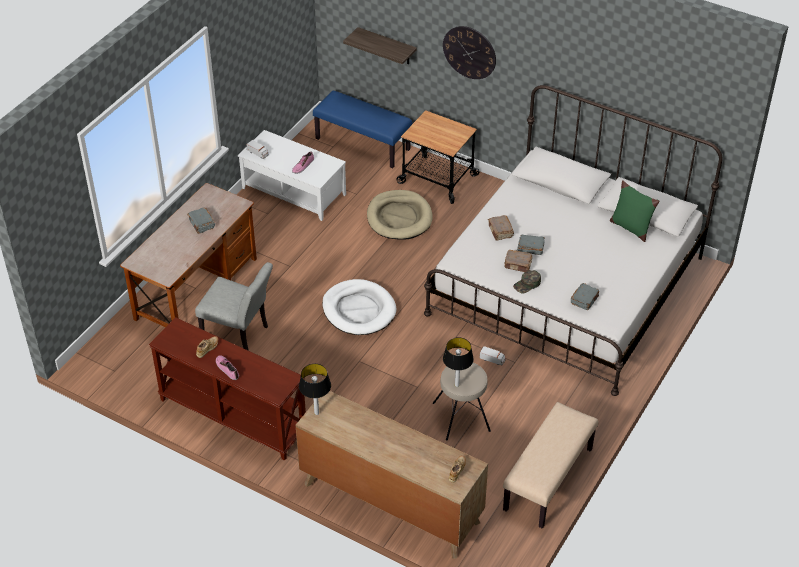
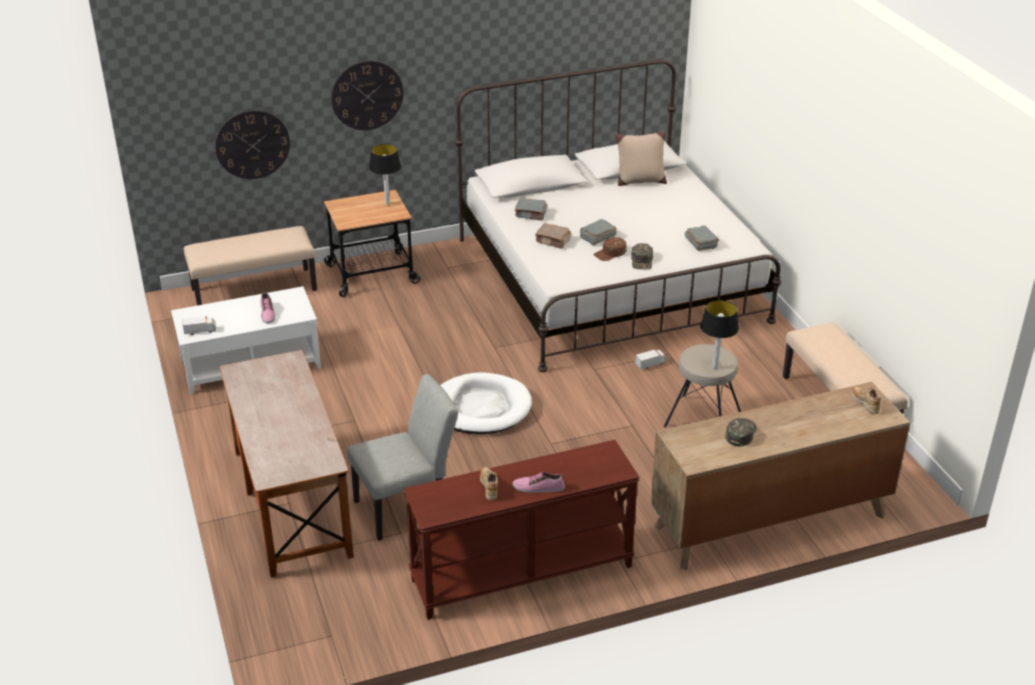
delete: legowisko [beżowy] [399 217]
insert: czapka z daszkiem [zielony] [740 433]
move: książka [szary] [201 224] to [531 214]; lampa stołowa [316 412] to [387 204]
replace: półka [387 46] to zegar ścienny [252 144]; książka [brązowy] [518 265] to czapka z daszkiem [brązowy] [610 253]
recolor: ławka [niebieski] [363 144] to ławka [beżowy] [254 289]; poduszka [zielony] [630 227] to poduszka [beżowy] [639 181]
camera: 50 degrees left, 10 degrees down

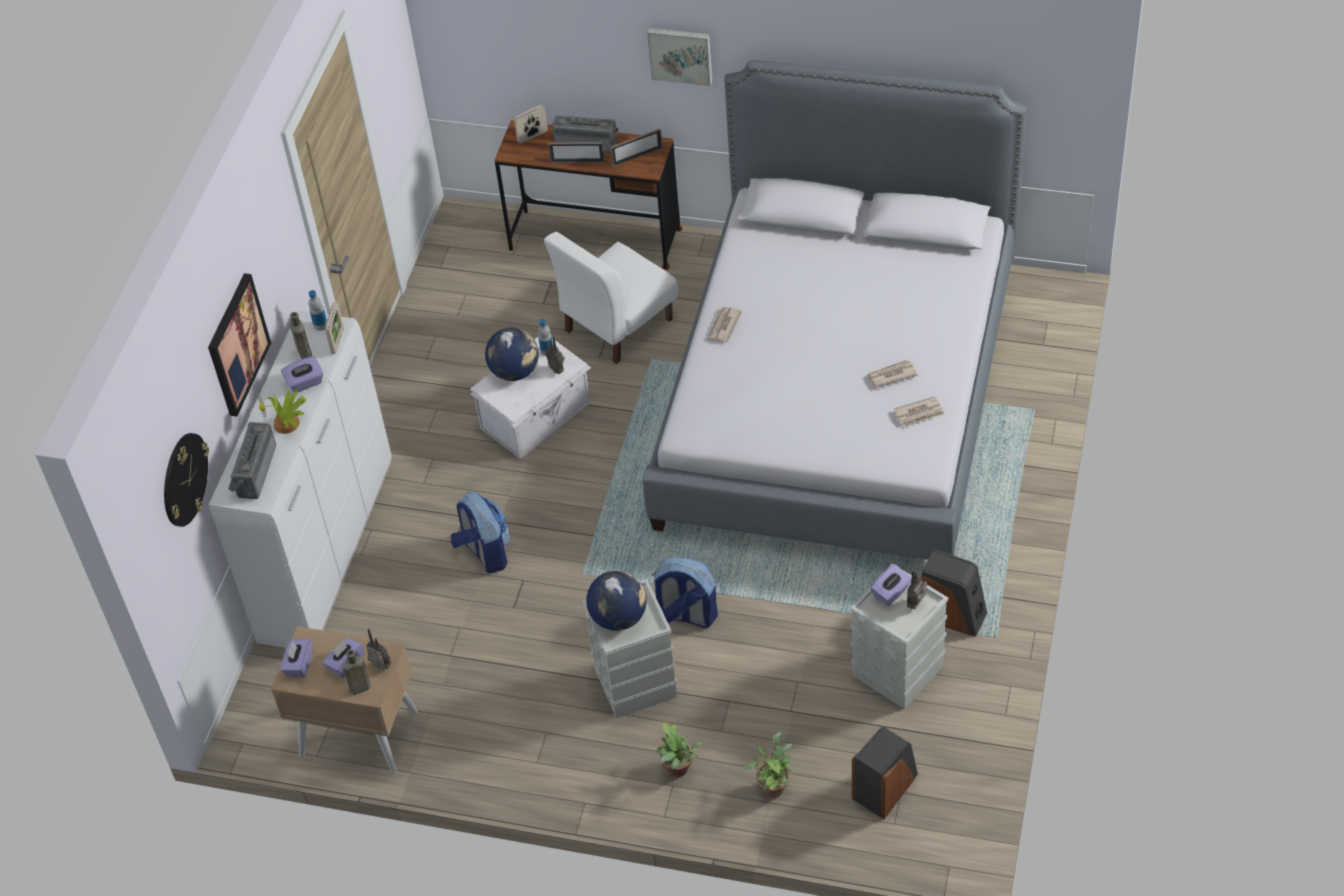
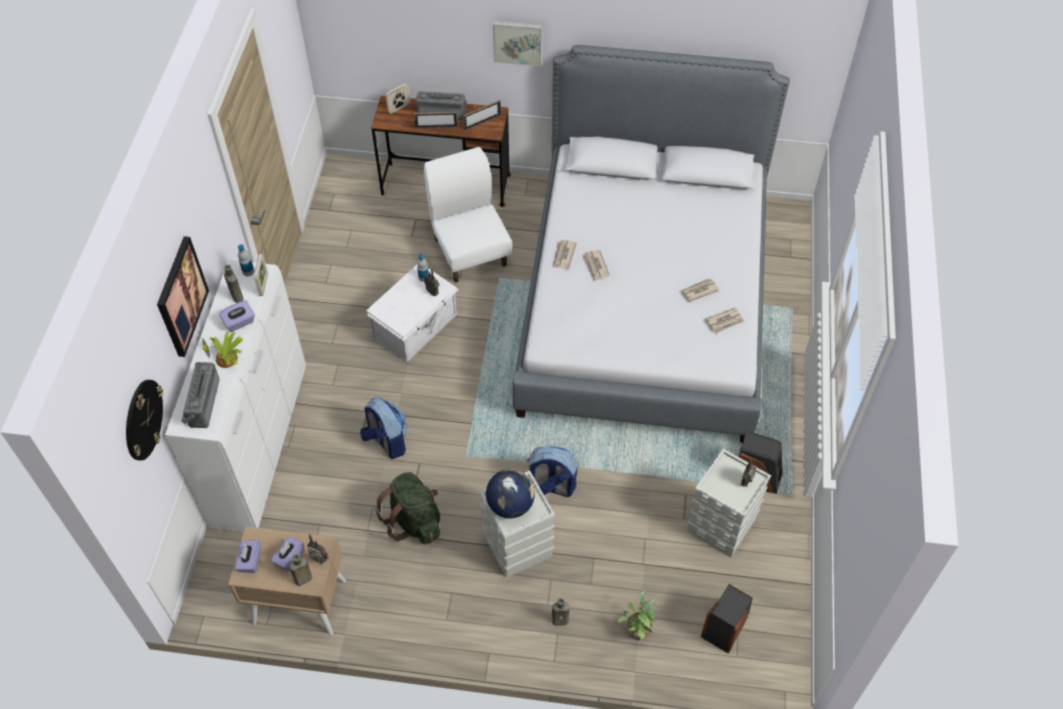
delete: globus [515 372]; pudełko chusteczek [fioletowy] [891 593]
insert: plecak [zielony] [414 520]; gazeta [596 266]
replace: roślina doniczkowa [679 771] to butelka [brązowy] [561 620]
rotate: krzesło [biały] [617 325] = [470 251] 120 degrees clockwise
camera: 10 degrees left, 5 degrees up

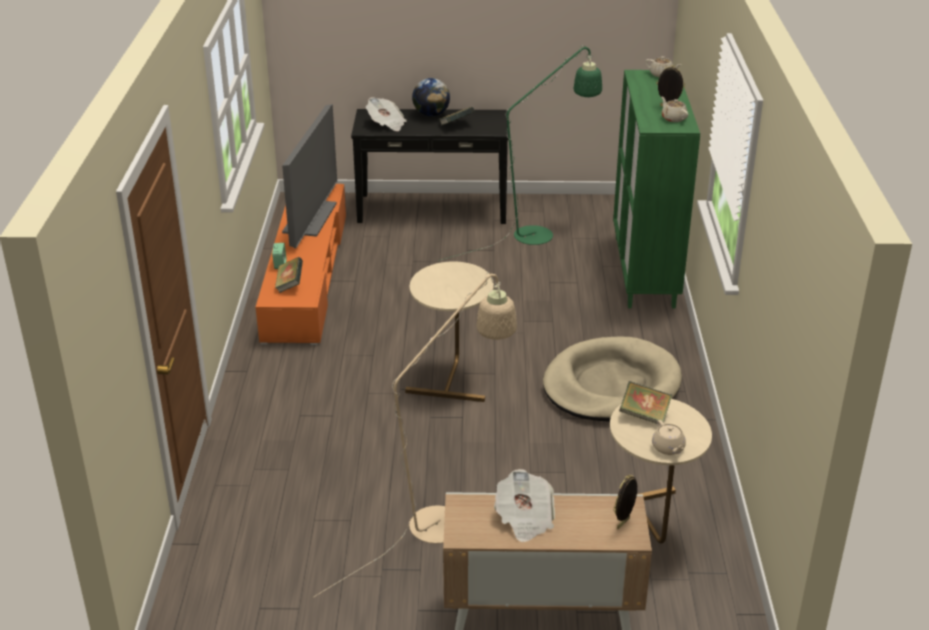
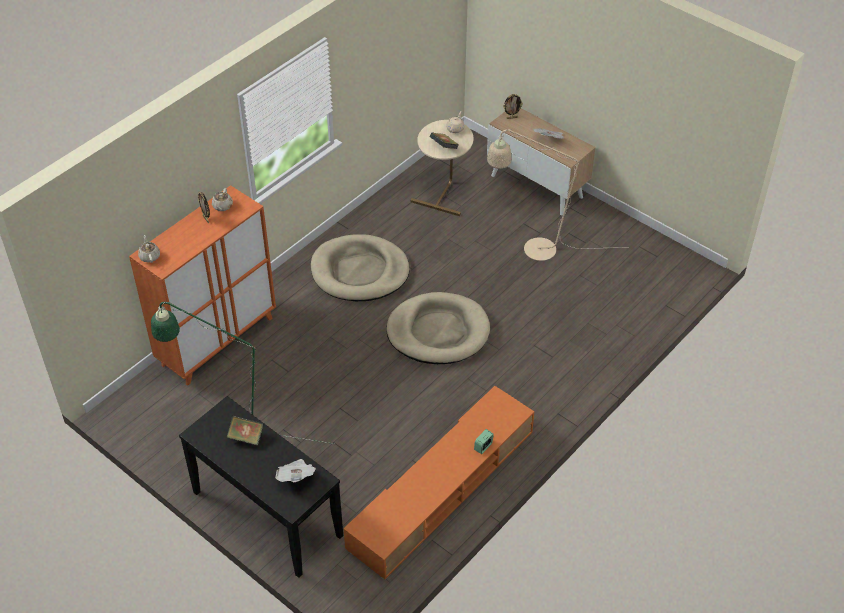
delete: książka [289 284]; telewizor [310 217]; globus [431 114]
replace: stolik [beżowy] [452 376] to legowisko [beżowy] [438 332]
recolor: szafka [zielony] [644 272] to szafka [pomarańczowy] [218 341]
camera: 140 degrees left, 15 degrees up

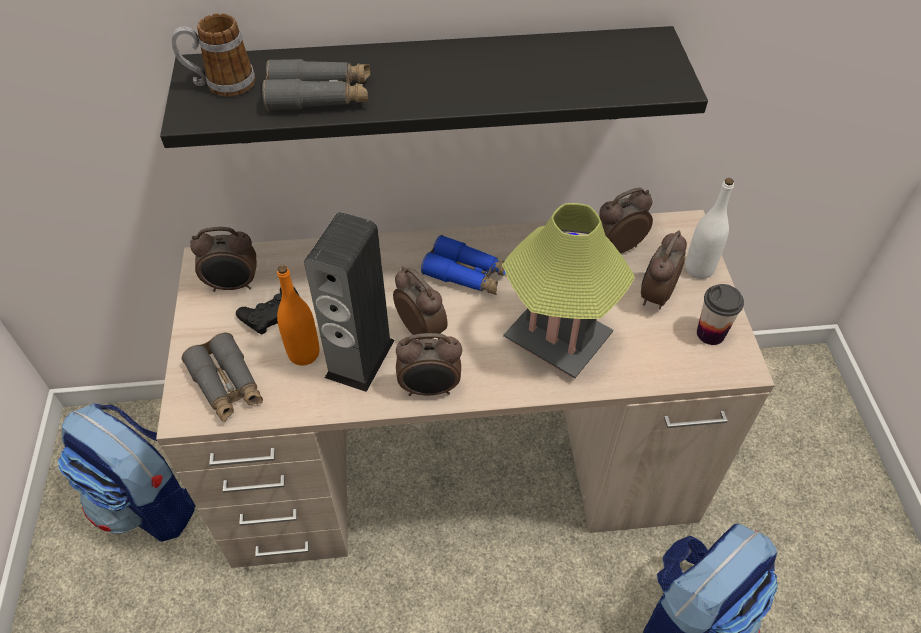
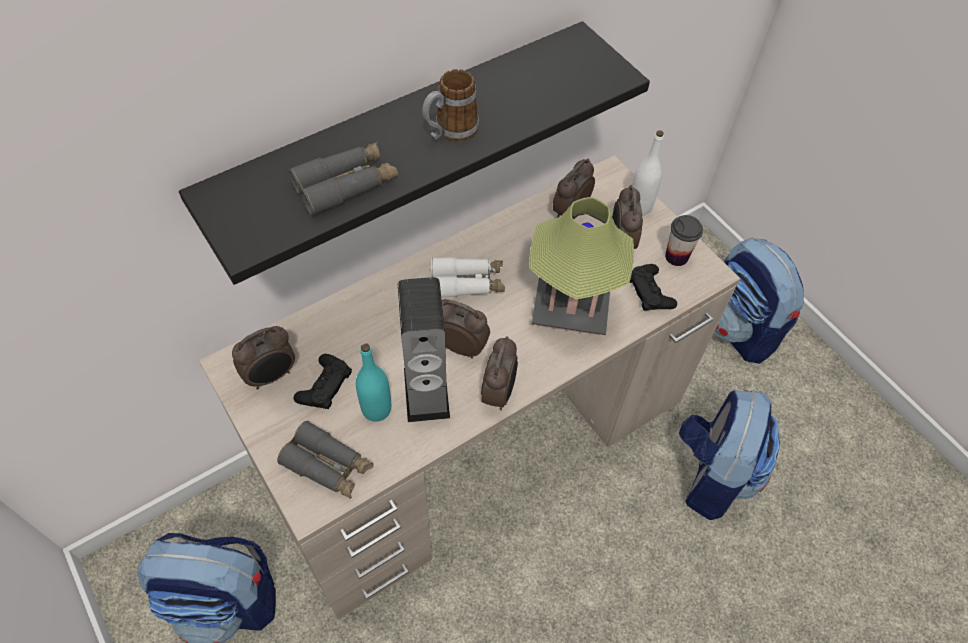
insert: pad do gier [czarny] [650 292]; plecak [740 329]
move: kubek [221 85] to [450 132]
recolor: butelka [pomarańczowy] [304 353] to butelka [turkusowy] [376 409]; lornetka [niebieski] [467 274] to lornetka [biały] [467 283]
rotate: budzik [430 389] = [499 392] 45 degrees counterclockwise
camera: 30 degrees left, 5 degrees up

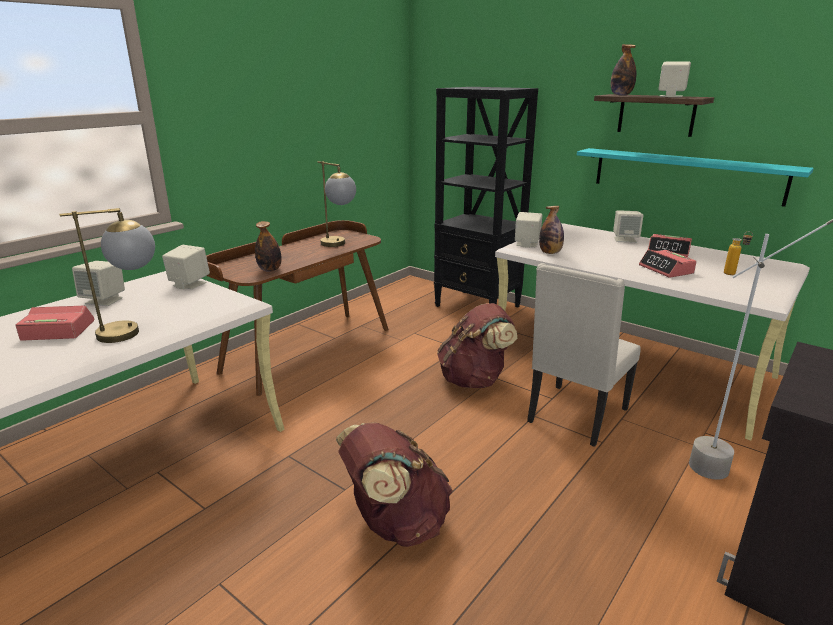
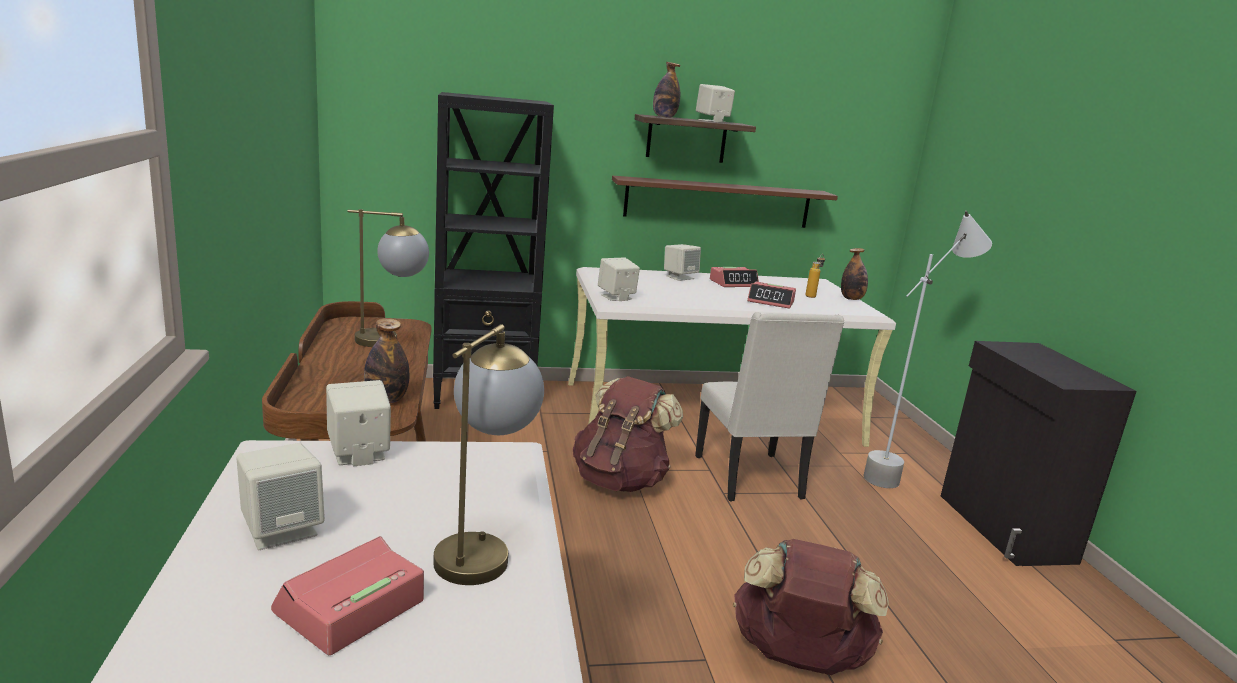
move: butelka [550 253] to [851 299]
recolor: półka [turkusowy] [685 175] to półka [brązowy] [718 202]
camera: 50 degrees left, 5 degrees down

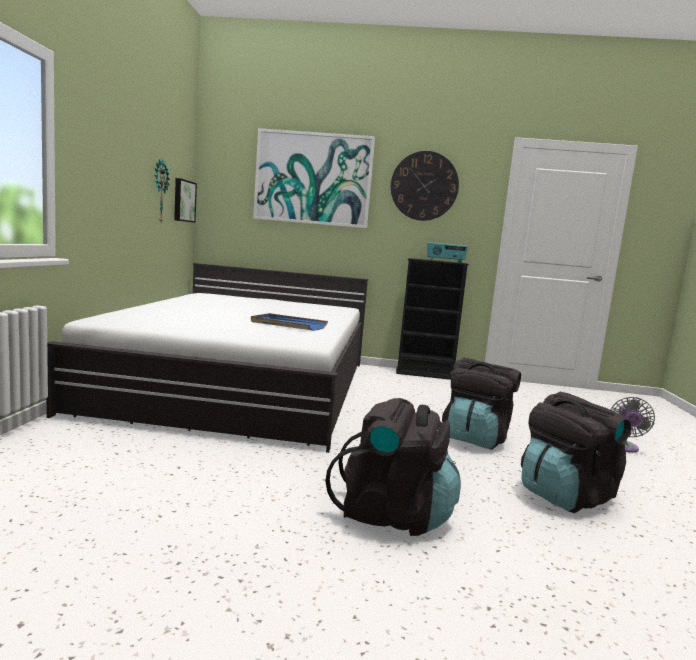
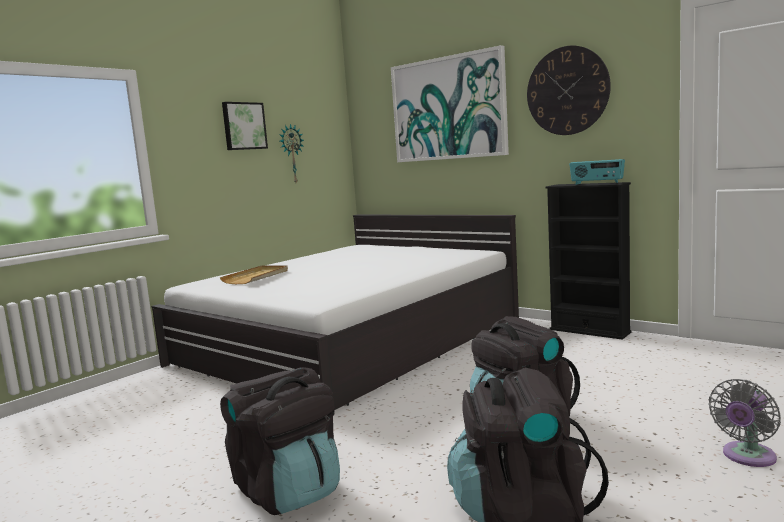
delete: taca [niebieski] [288 324]
insert: taca [beżowy] [256 277]
move: obraz [183 201] to [243 126]
camera: 35 degrees right, 0 degrees up

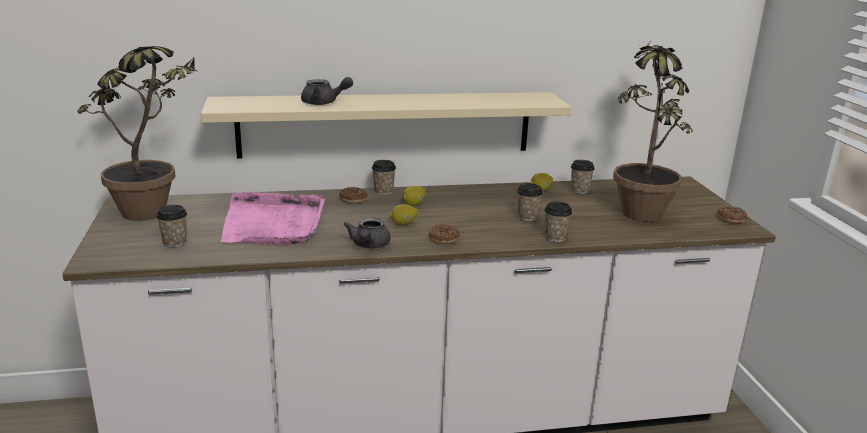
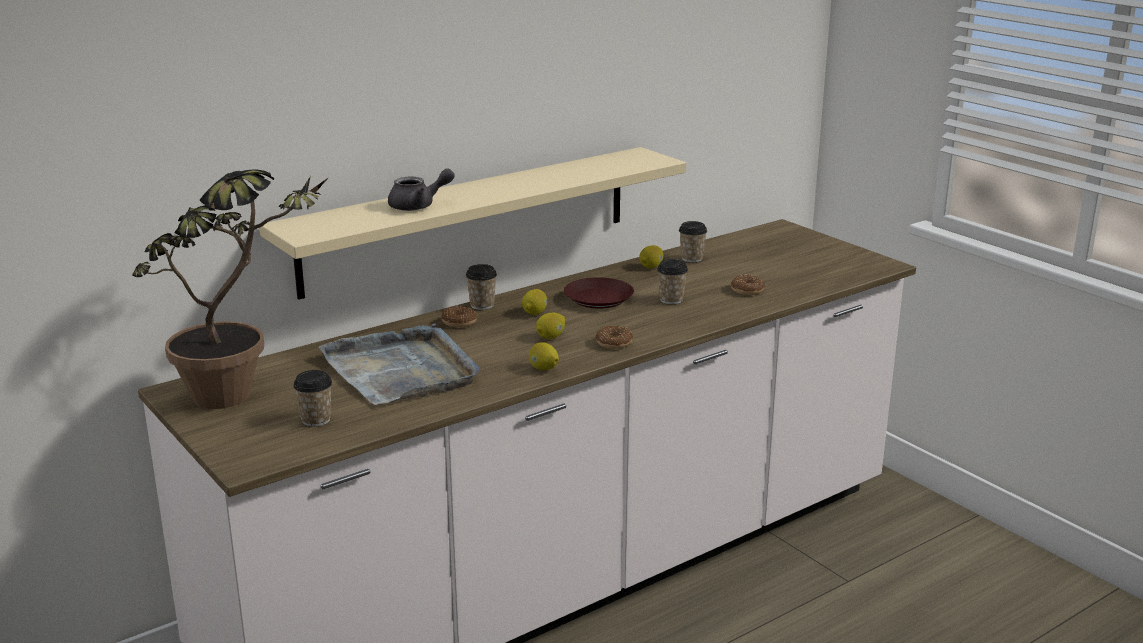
delete: filiżanka [555 237]; roślina doniczkowa [639 208]
insert: talerz [brązowy] [599 299]
move: donut [730 219] to [747 290]
replace: imbryk [szary] [369 245] to cytryna [543 369]
recolor: taca [różowy] [273 223] to taca [szary] [402 370]
camera: 25 degrees left, 0 degrees up

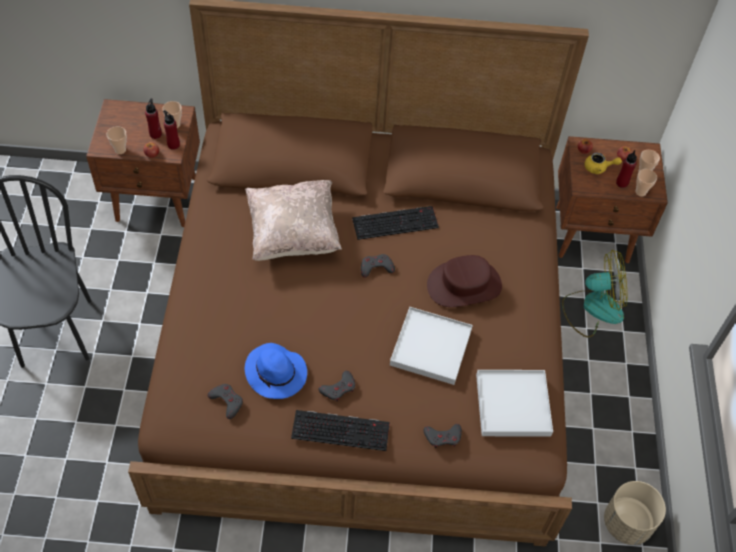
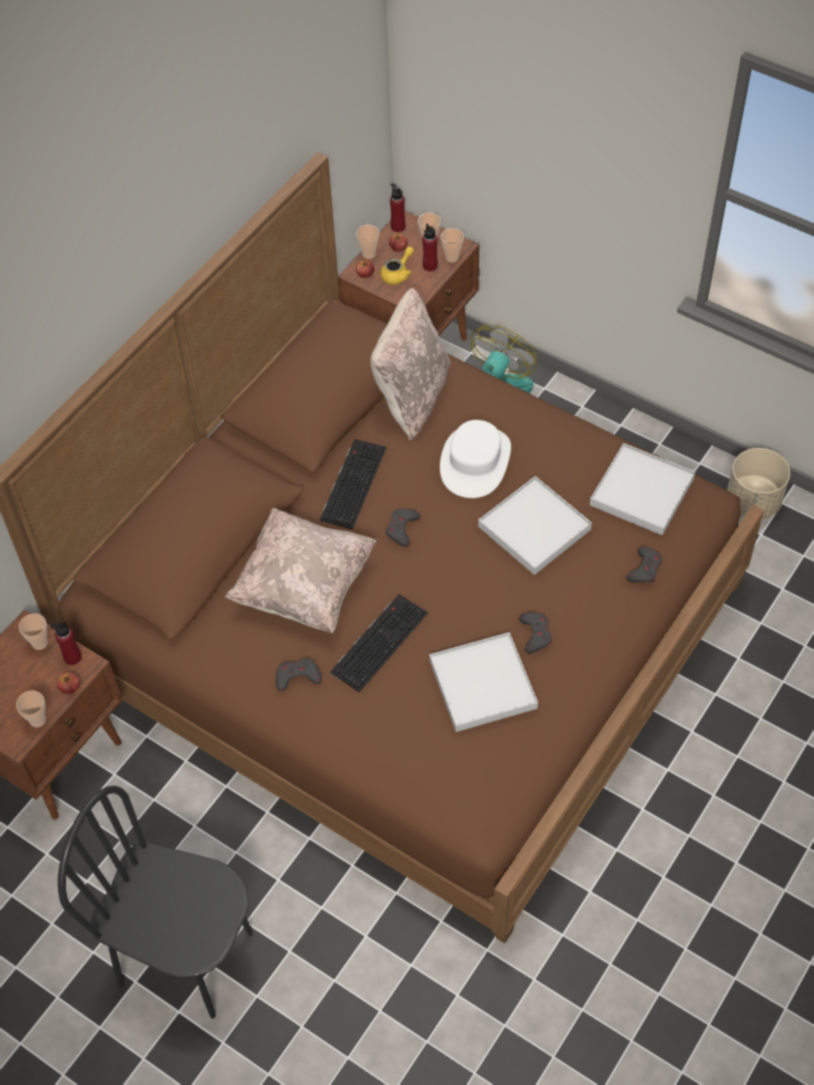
insert: filiżanka [369 254]; poduszka [beżowy] [411 396]
move: butelka [czerwony] [155 134] to [398 227]; pad do gier [szary] [227 401] to [297 677]; klawiatura [342 429] to [379 641]
replace: kapelusz [niebieski] [276 373] to taca [biały] [483 684]
recolor: kapelusz [brązowy] [464 285] to kapelusz [biały] [475 461]
camera: 55 degrees left, 0 degrees up

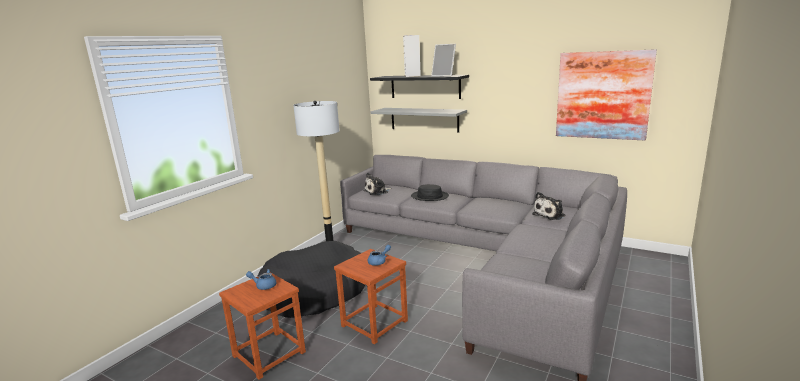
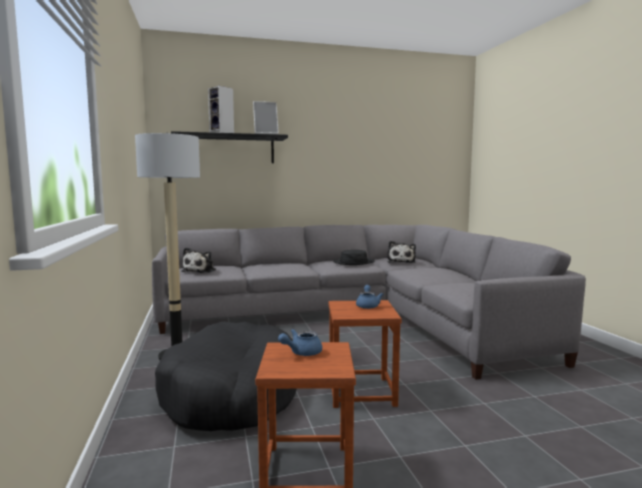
delete: półka [szary] [424 119]; obraz [602 95]
move: kapelusz [czarny] [430 196] to [353 262]
camera: 45 degrees left, 10 degrees down

